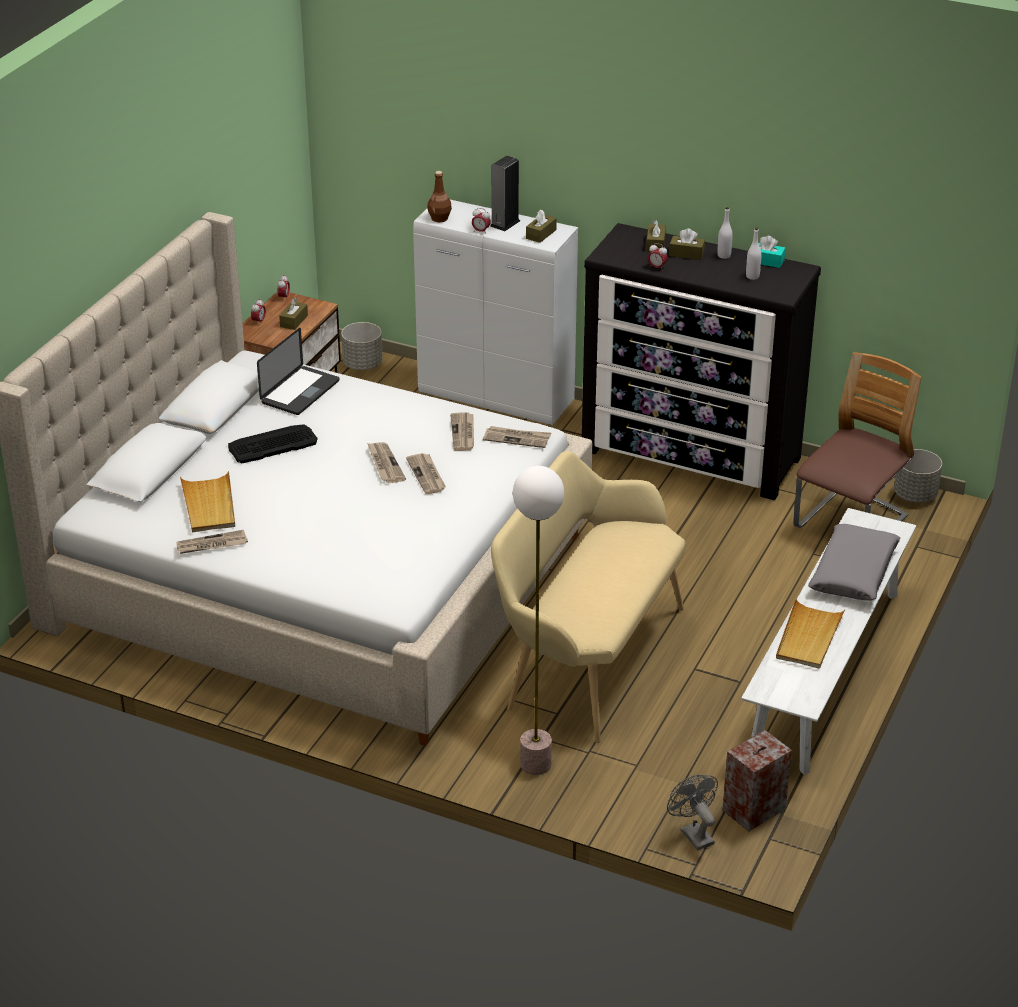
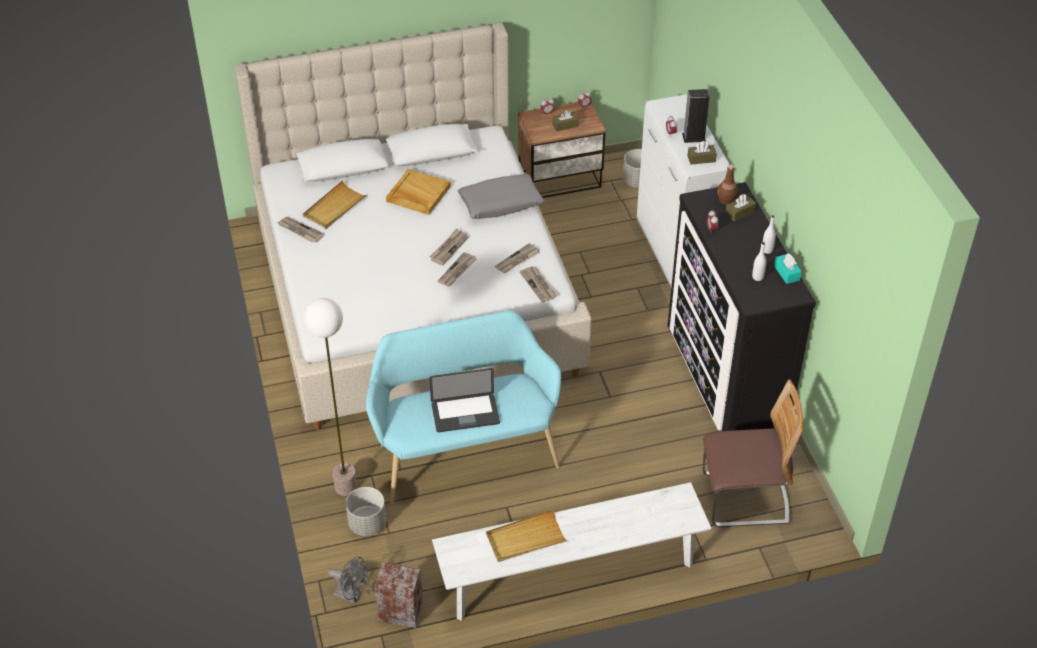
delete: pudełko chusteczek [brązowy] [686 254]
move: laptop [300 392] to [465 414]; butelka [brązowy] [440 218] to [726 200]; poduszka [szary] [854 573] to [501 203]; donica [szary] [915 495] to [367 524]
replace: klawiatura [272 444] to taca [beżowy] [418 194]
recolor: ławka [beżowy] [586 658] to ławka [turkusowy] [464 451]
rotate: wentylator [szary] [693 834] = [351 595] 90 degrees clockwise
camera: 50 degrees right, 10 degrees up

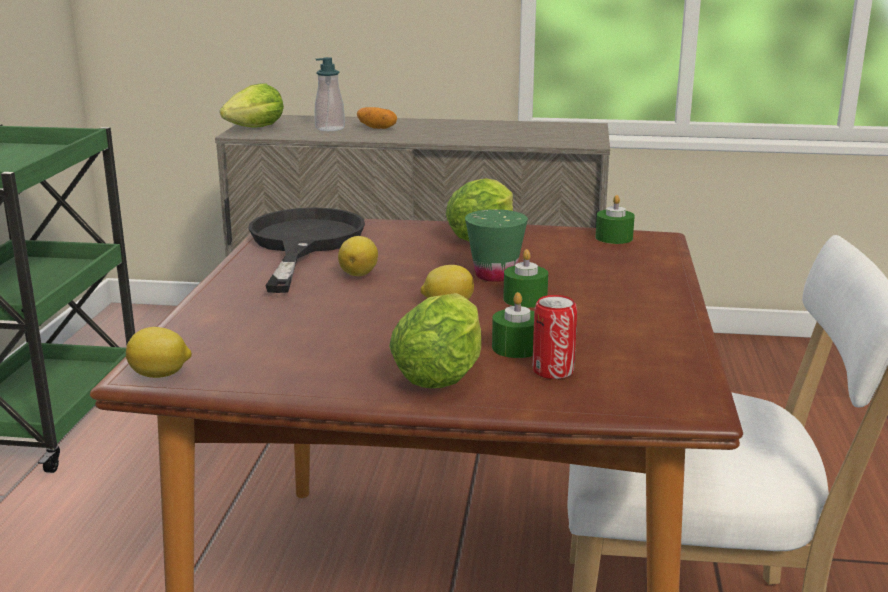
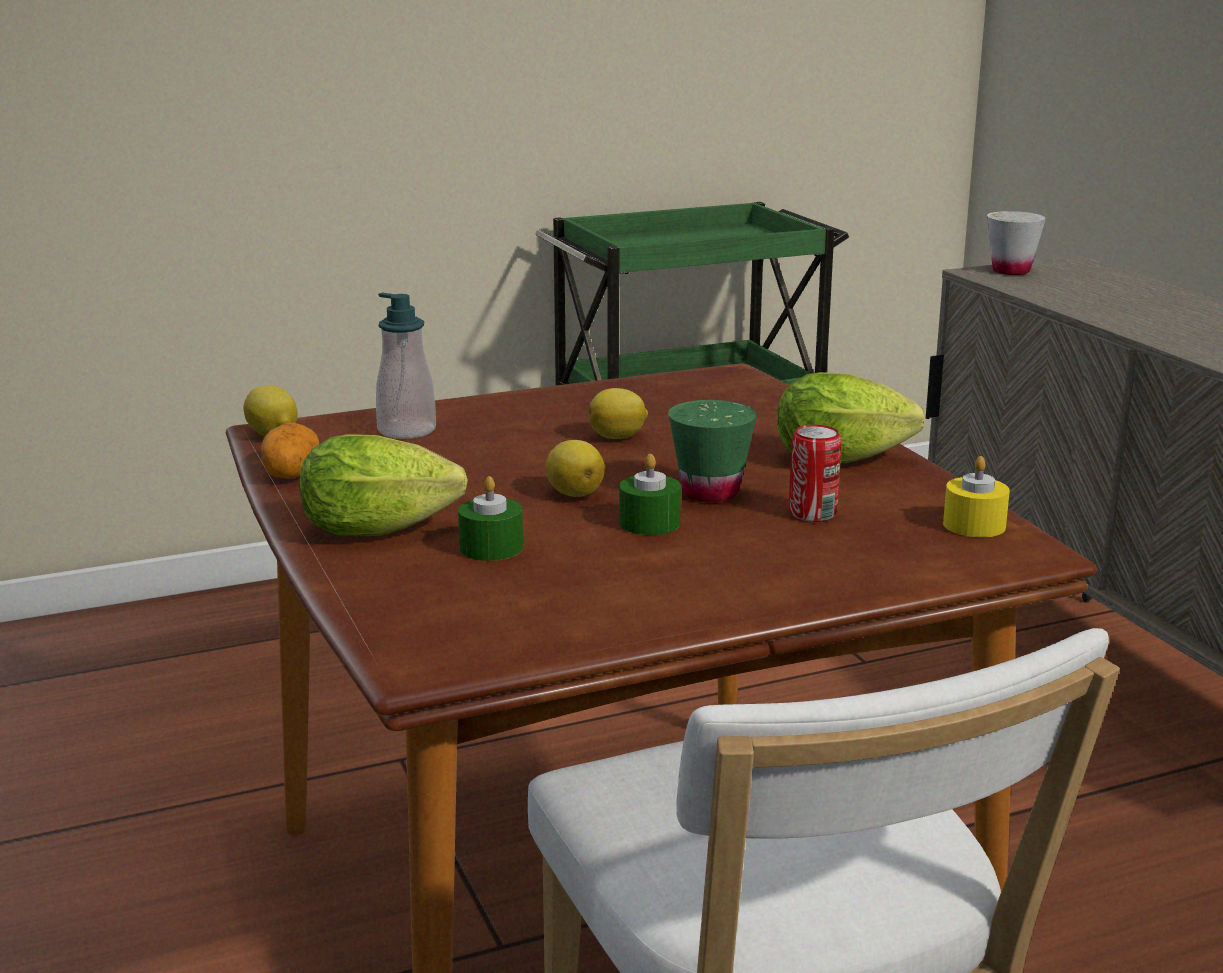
delete: patelnia [czarny] [303 243]
move: dozownik mydła [330 128] to [407 431]; ziemniak [377 128] to [290 472]; puszka [553 371] to [812 513]
replace: sałata [252 129] to filiżanka [biały] [1011 271]
recolor: świeca [zielony] [614 238] to świeca [żółty] [974 525]
camera: 60 degrees right, 0 degrees up

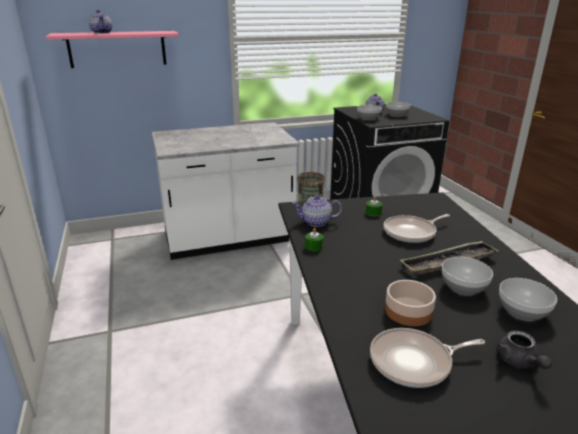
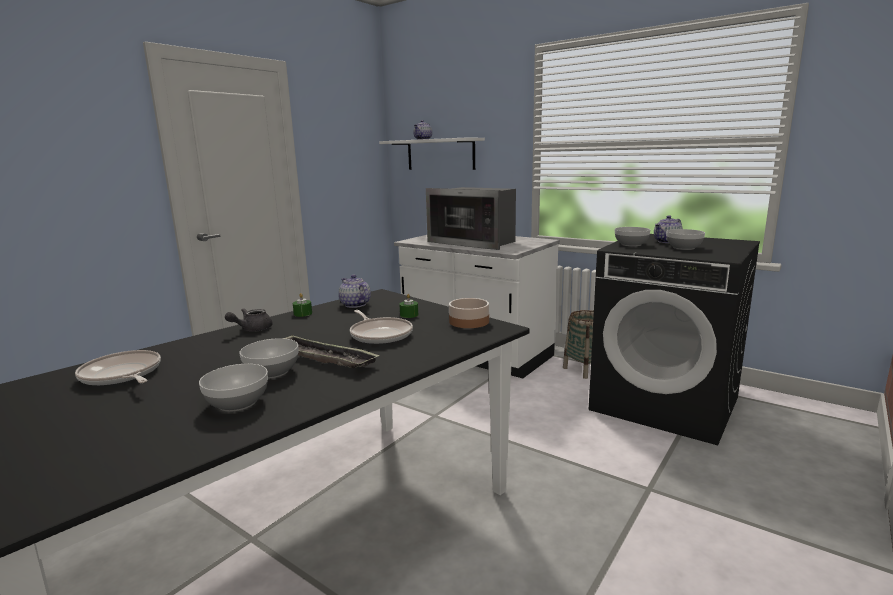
insert: mikrofalówka [474 242]
move: miska [409 311] to [469 322]; imbryk [szary] [519 362] to [252 329]
recolor: półka [różowy] [117 49] to półka [biały] [440 154]
rotate: patelnia [411 232] = [380 335] 150 degrees counterclockwise
camera: 55 degrees right, 10 degrees down

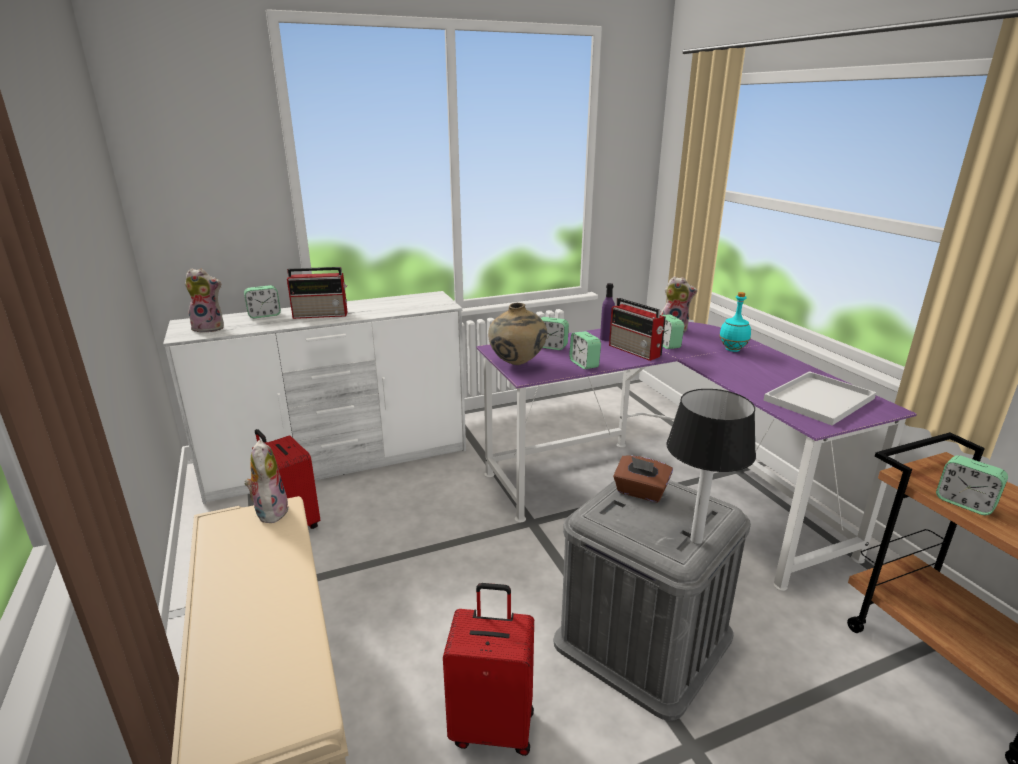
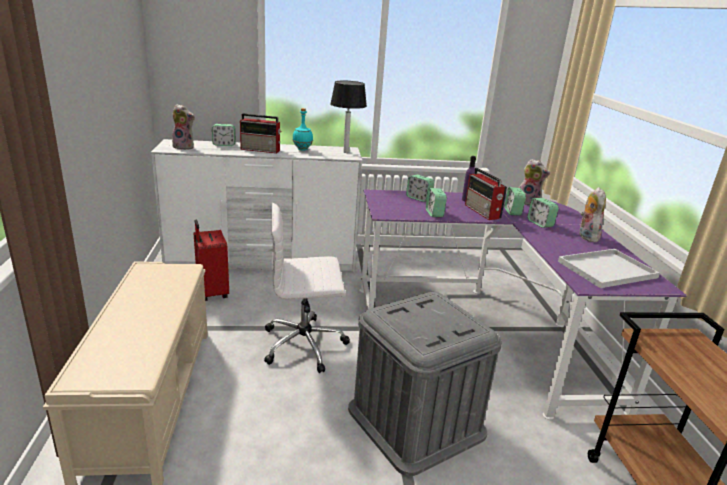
delete: walizka [czerwony] [493 726]; wazon [beżowy] [517 364]; pudełko chusteczek [brązowy] [640 492]
insert: krzesło biurowe [biały] [305 345]
move: pluszak [270 511] to [586 236]; lampa stołowa [695 539] to [345 152]; butelka [turkusowy] [733 349] to [302 149]; budzik [964 503] to [540 223]
camera: 15 degrees right, 0 degrees up

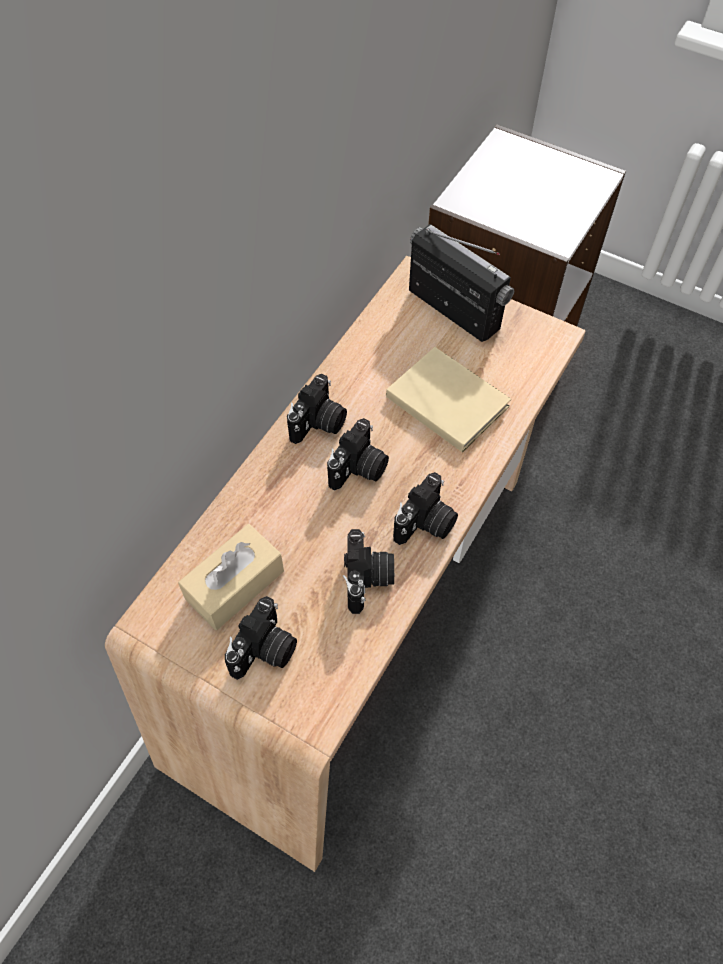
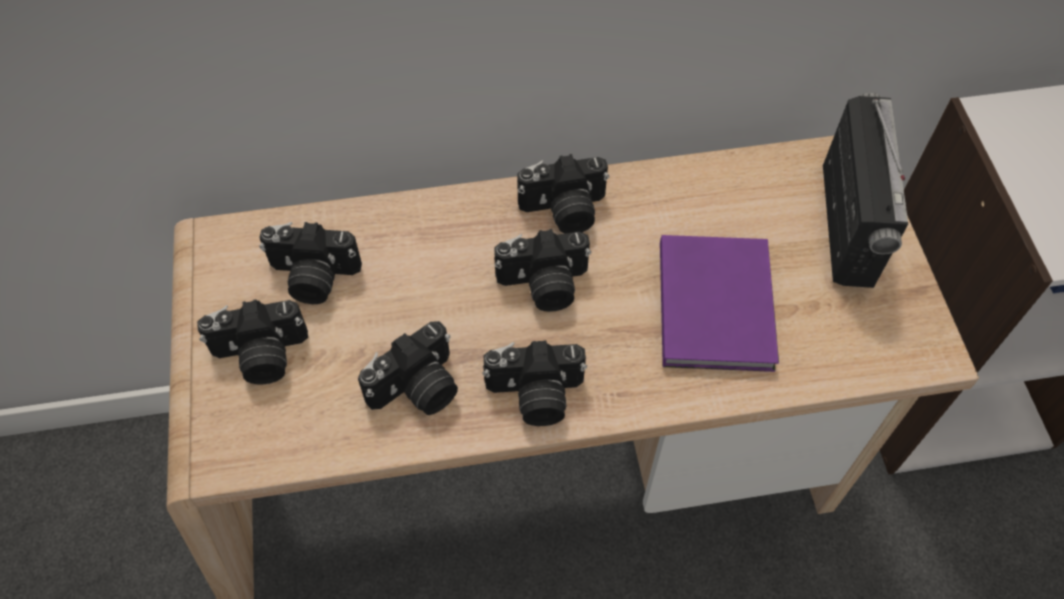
replace: pudełko chusteczek [beżowy] [235 585] to aparat fotograficzny [313 278]
recolor: książka [beżowy] [446 399] to książka [fioletowy] [717 302]
camera: 50 degrees right, 0 degrees up

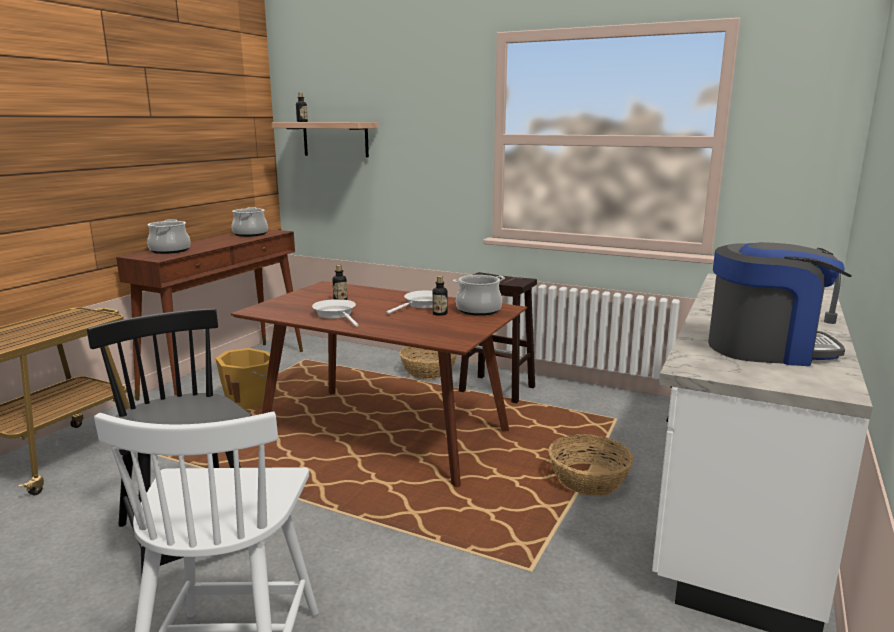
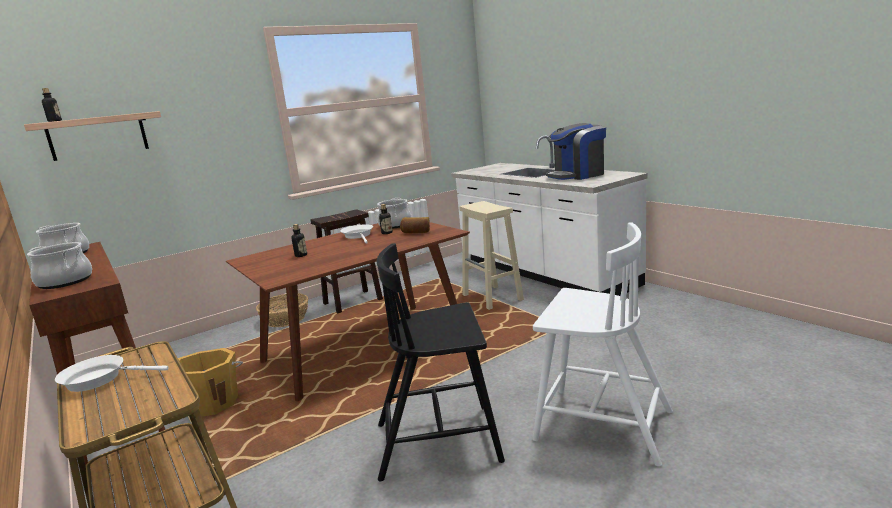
insert: chleb [416 232]
move: patelnia [biały] [336 315] to [100 379]
replace: koszyk [589 480] to stołek [beżowy] [493 298]
rotate: ekspres do kawy [767 348] = [577 175] 150 degrees counterclockwise
camera: 60 degrees left, 0 degrees up

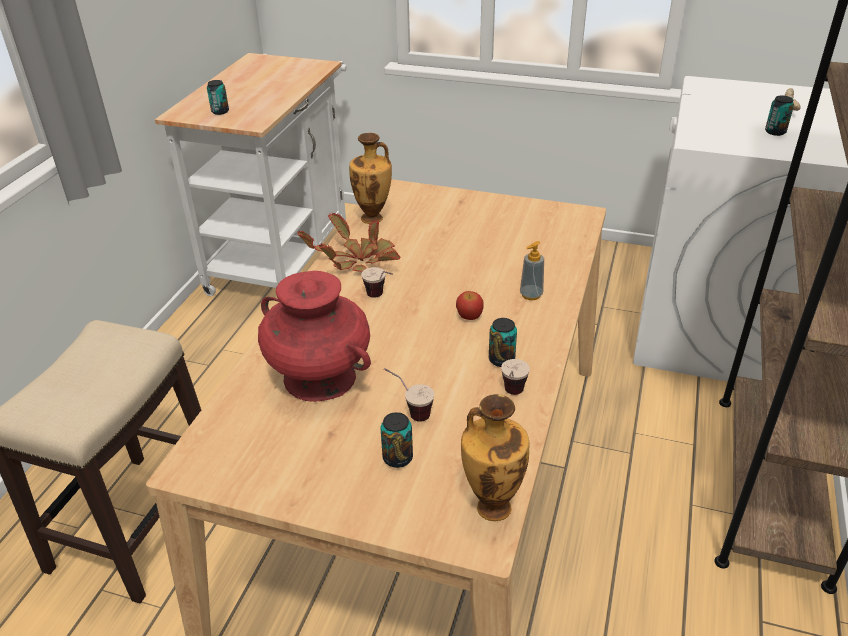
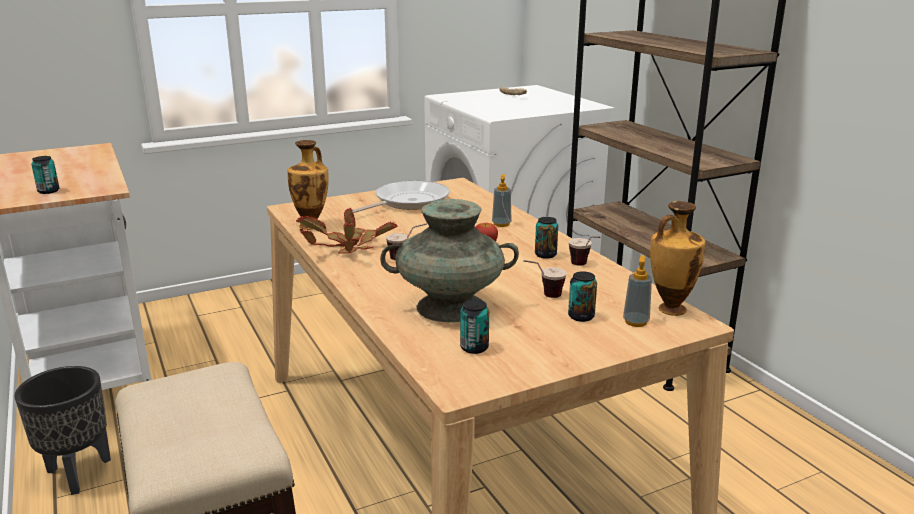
insert: donica [czarny] [77 473]; patelnia [408 202]; dozownik mydła [635 322]
move: puszka [775 132] to [474 348]
recolor: wazon [czerwony] [319 377] to wazon [turkusowy] [450 307]
camera: 45 degrees left, 15 degrees down

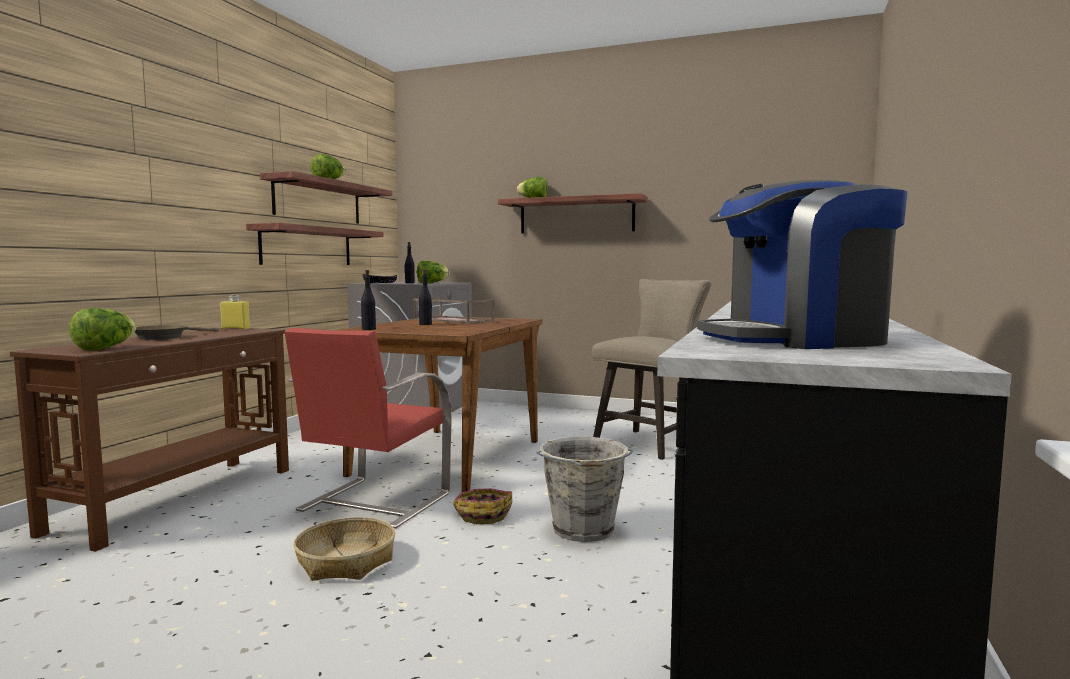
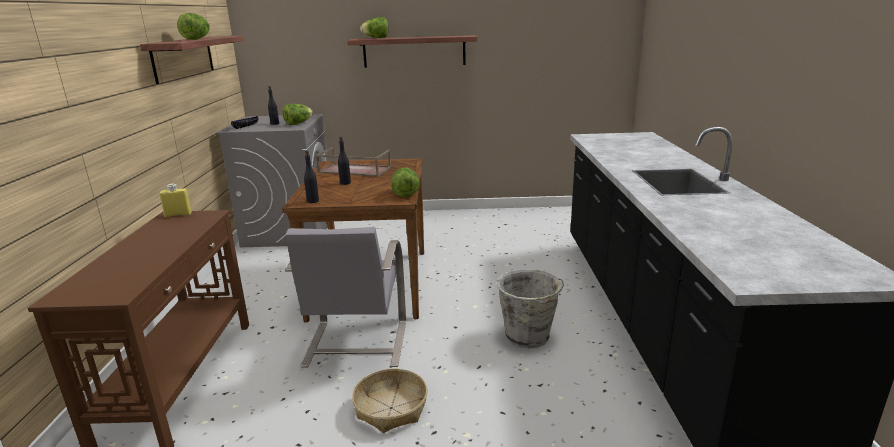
delete: patelnia [brązowy] [165 337]; półka [307 246]; koszyk [483 514]; stołek [beżowy] [650 442]; ekspres do kawy [796 340]
move: sałata [105 348] to [405 193]
recolor: krzesło [czerwony] [373 502] to krzesło [szary] [355 345]
camera: 20 degrees left, 15 degrees up

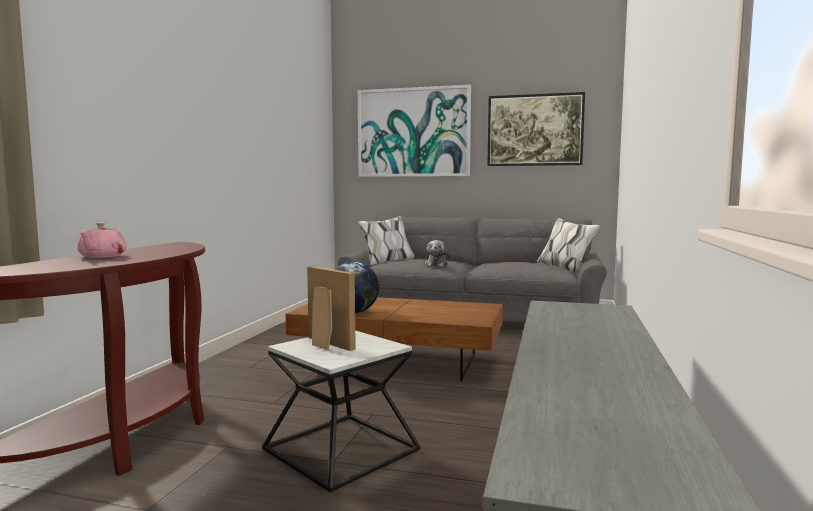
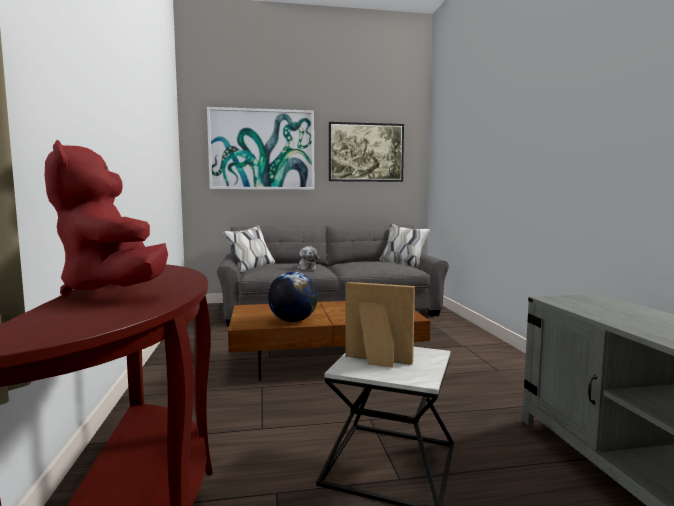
replace: imbryk [różowy] [102 256] to pluszak [czerwony] [113 291]
camera: 25 degrees left, 0 degrees up

